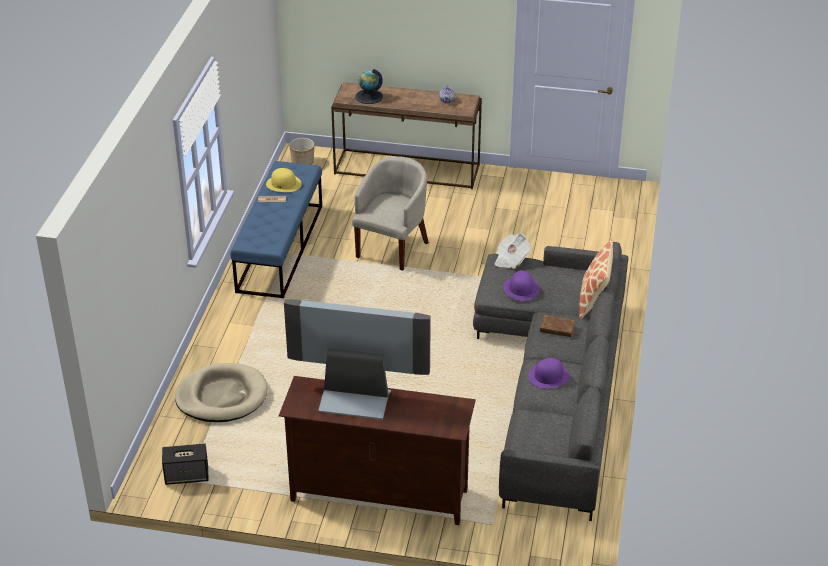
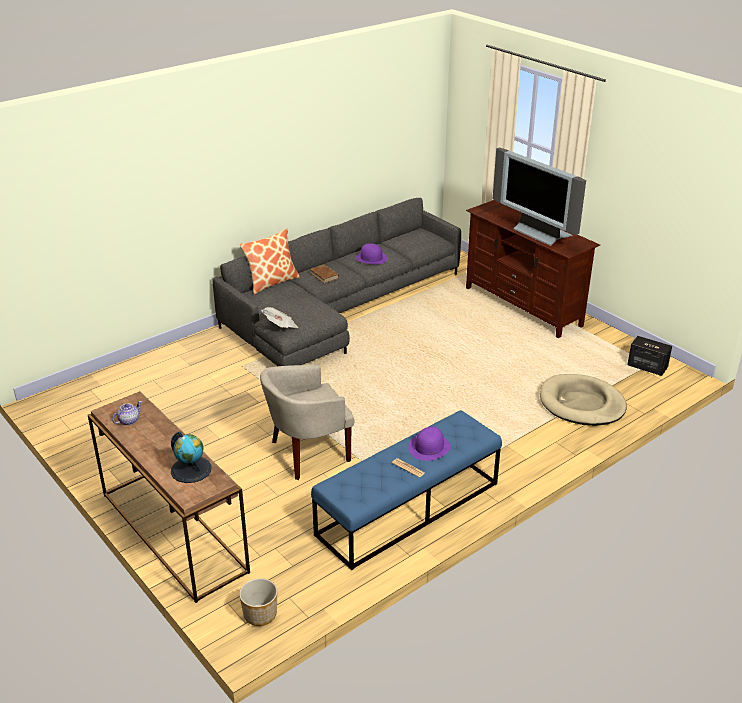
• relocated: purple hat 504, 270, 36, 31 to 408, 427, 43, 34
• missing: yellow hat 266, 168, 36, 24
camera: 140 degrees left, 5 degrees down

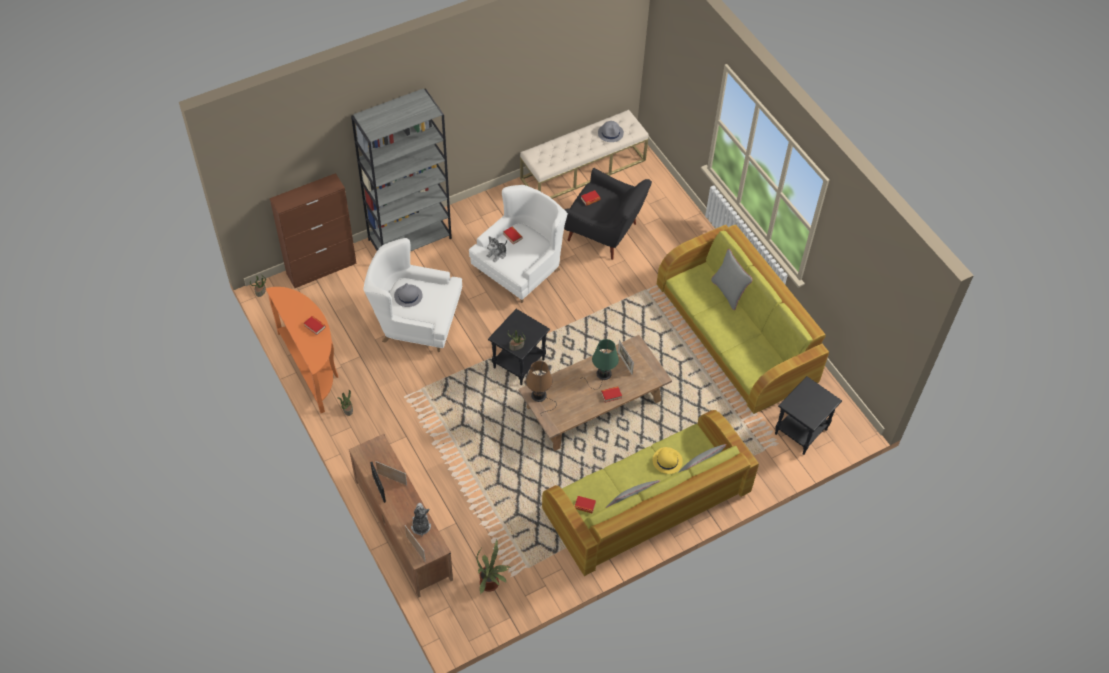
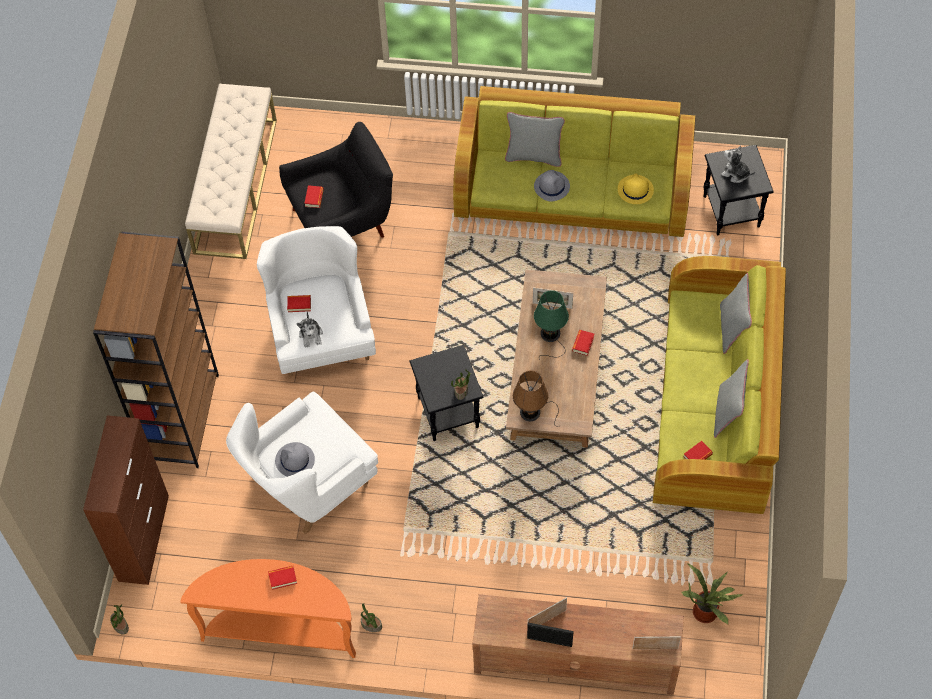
• colour: grey bookcase 351, 88, 101, 163 to brown bookcase 93, 231, 126, 237
• relocated: grey hat 598, 121, 26, 21 to 534, 170, 36, 31
• relocated: yellow hat 652, 447, 31, 27 to 618, 173, 36, 31
• relocated: plush toy 411, 503, 20, 33 to 721, 145, 34, 38
camera: 50 degrees left, 5 degrees up

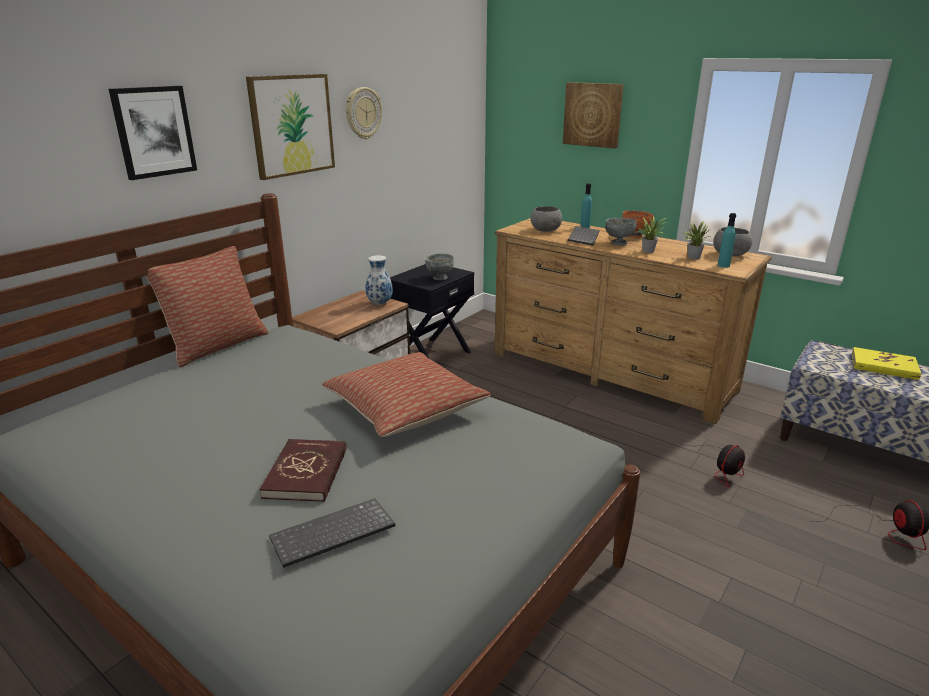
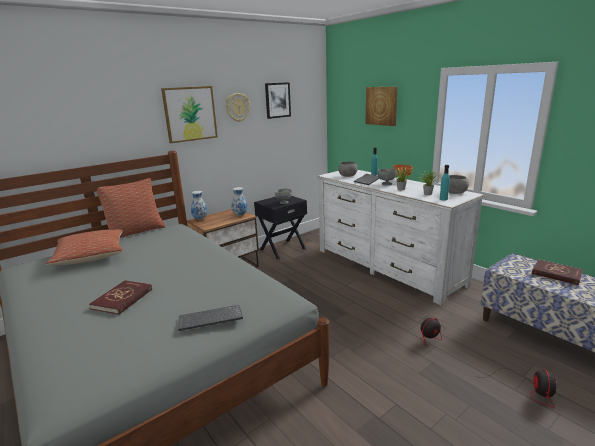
• relocated: pillow 322, 352, 168, 85 to 46, 229, 77, 36
• relocated: keyboard 269, 498, 126, 70 to 178, 305, 65, 26
• appeared: vase 191, 191, 17, 29
• relocated: picture 109, 86, 88, 94 to 265, 82, 26, 37
• colour: brown dresser 494, 218, 278, 206 to white dresser 317, 170, 168, 135
• colour: yellow book 852, 347, 69, 33 to red book 532, 259, 51, 26
camera: 15 degrees right, 5 degrees down

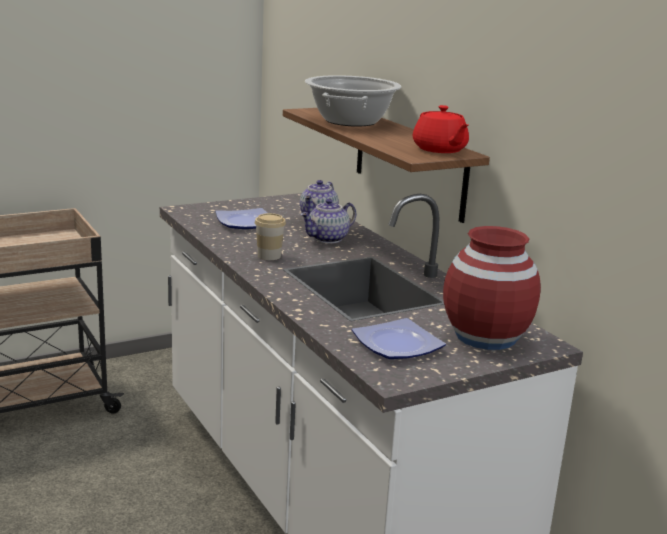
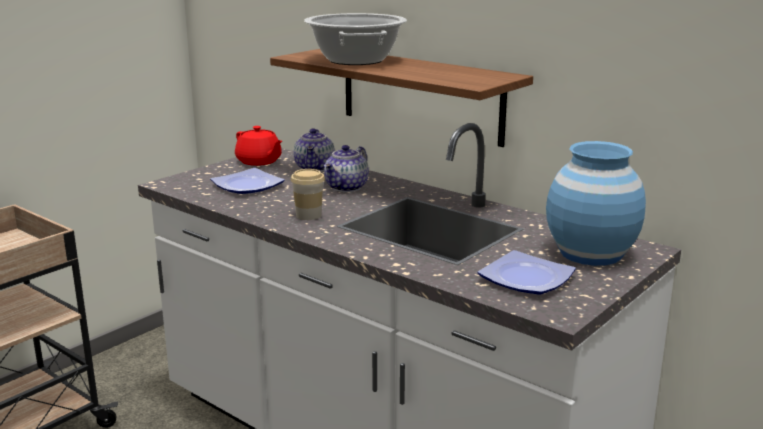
• relocated: red teapot 413, 105, 56, 48 to 235, 126, 47, 40
• colour: red vase 443, 226, 98, 124 to blue vase 546, 141, 100, 125
camera: 20 degrees left, 0 degrees up

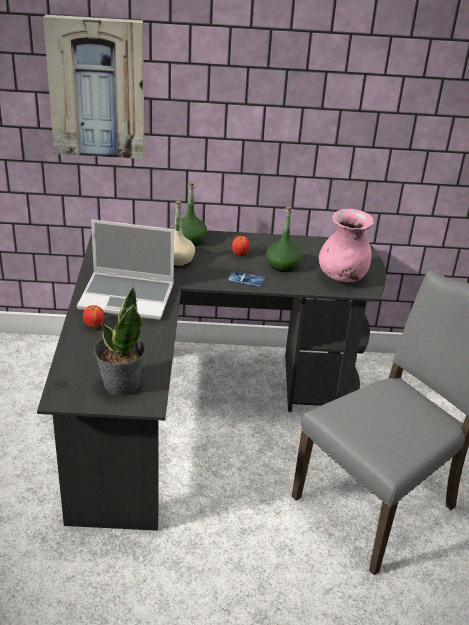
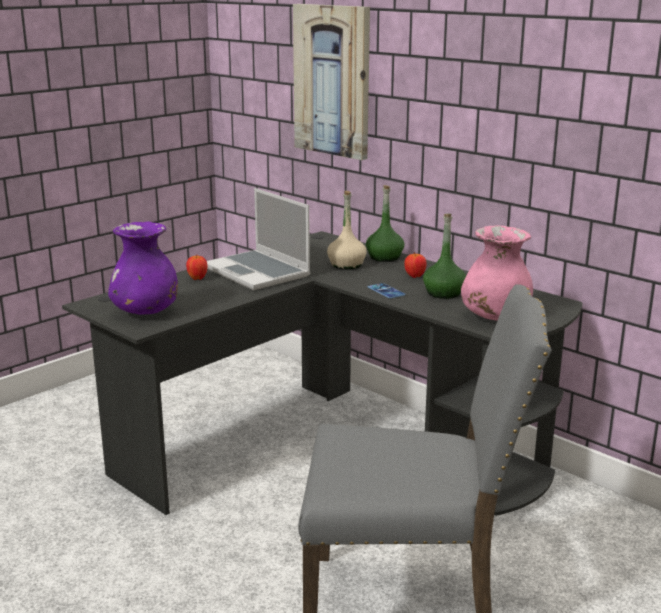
• exchanged: potted plant 94, 286, 52, 110 to purple vase 108, 222, 70, 93
camera: 45 degrees right, 15 degrees down

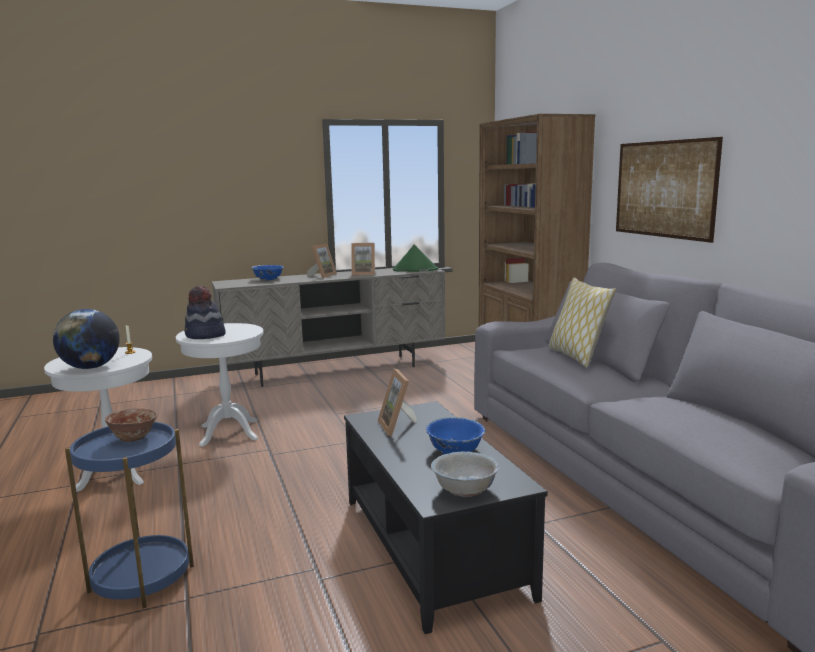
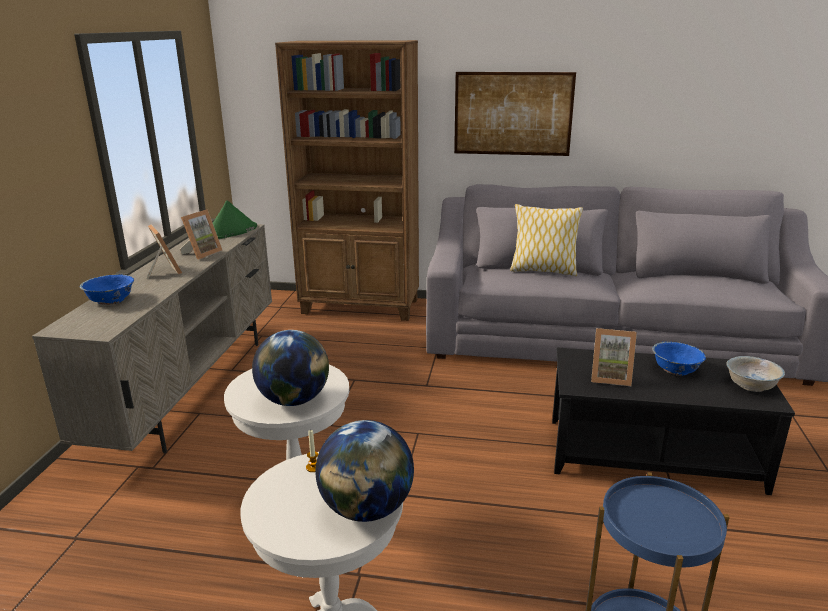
• exchanged: hat 185, 286, 41, 53 to globe 252, 330, 77, 76
• missing: bowl 105, 408, 52, 34
camera: 60 degrees left, 10 degrees up

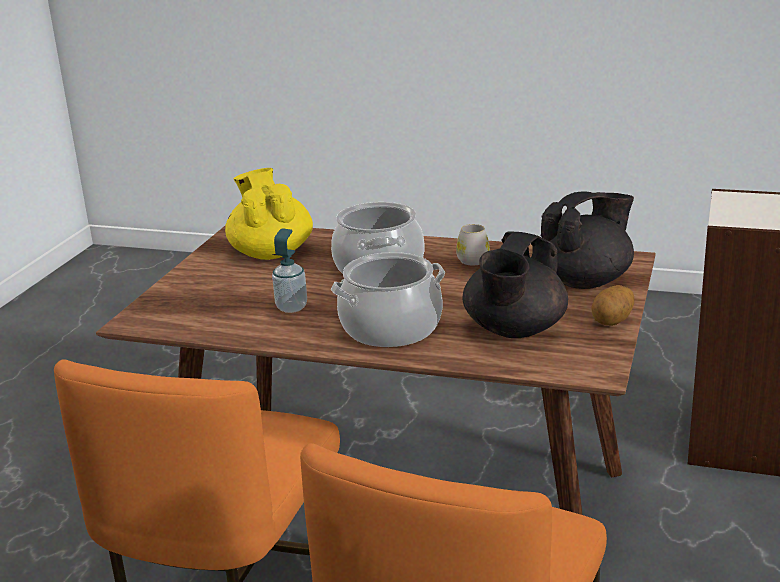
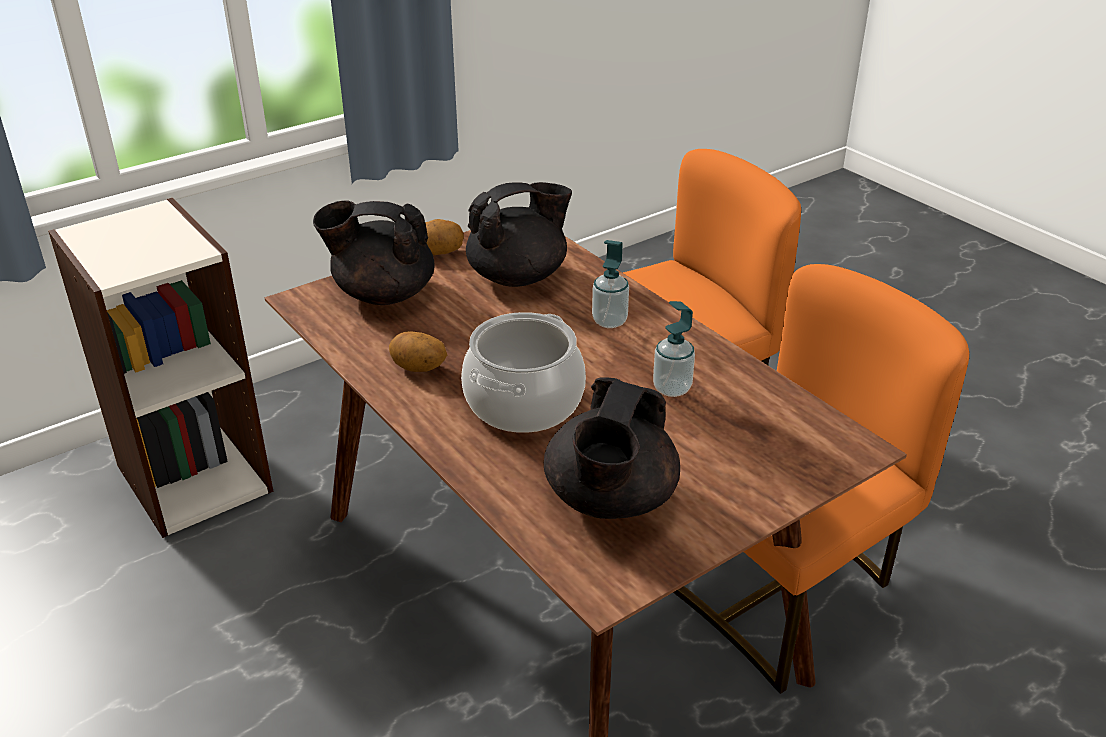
• exchanged: white mug 456, 224, 34, 41 to potato 389, 331, 58, 41
• colour: yellow teapot 225, 168, 88, 92 to black teapot 544, 377, 136, 142
• exchanged: cooking pot 331, 252, 114, 95 to soap dispenser 592, 240, 37, 88
camera: 145 degrees left, 10 degrees up

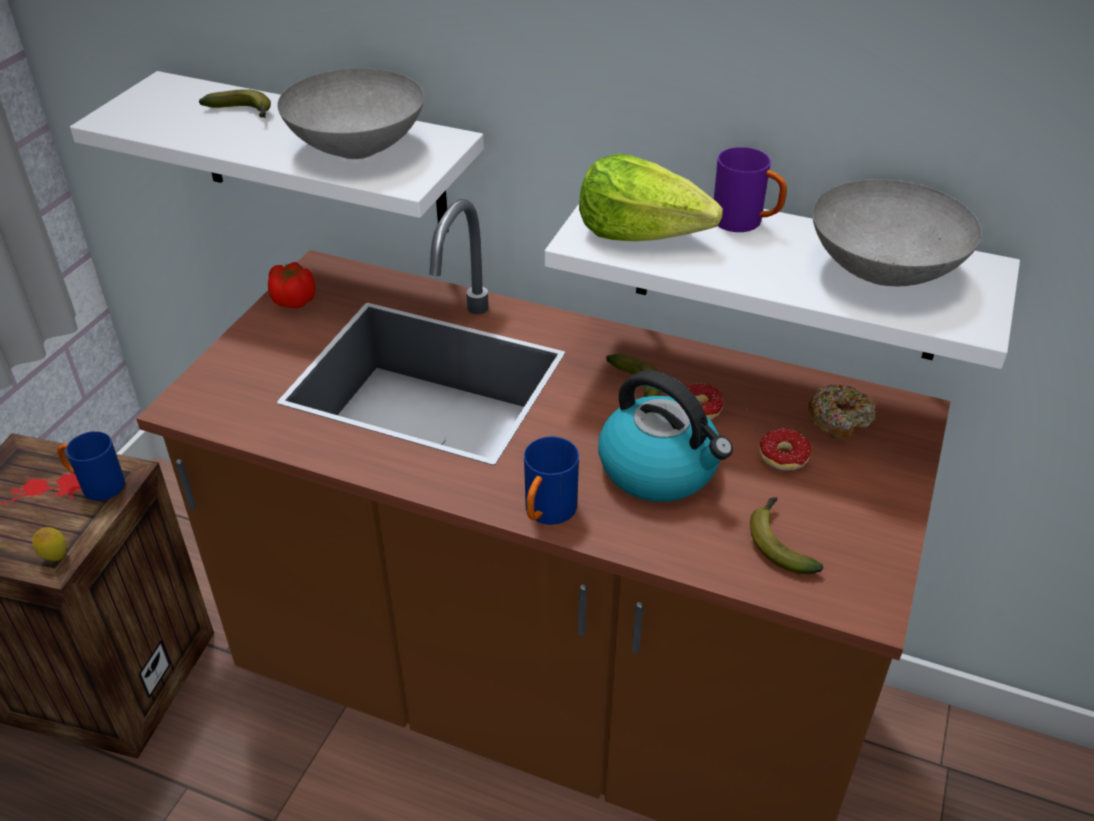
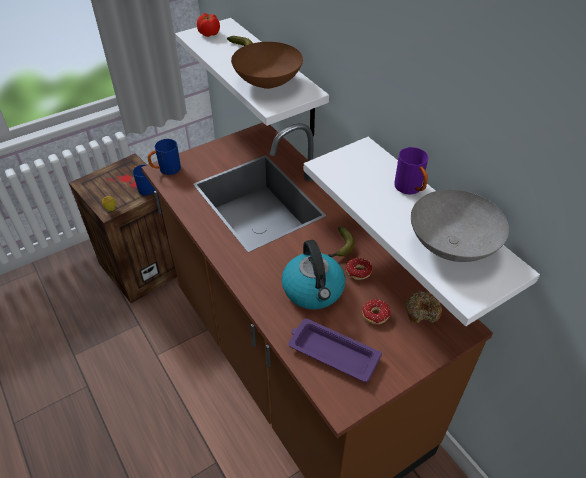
• relocated: blue mug 524, 436, 55, 89 to 148, 139, 33, 36
• relocated: tomato 268, 262, 48, 46 to 197, 13, 23, 24
• colour: grey bowl 277, 68, 147, 91 to brown bowl 231, 42, 72, 47
• exchanged: banana 750, 497, 73, 77 to purple tray 288, 319, 94, 63
• missing: lettuce 579, 153, 144, 88
camera: 35 degrees right, 5 degrees up

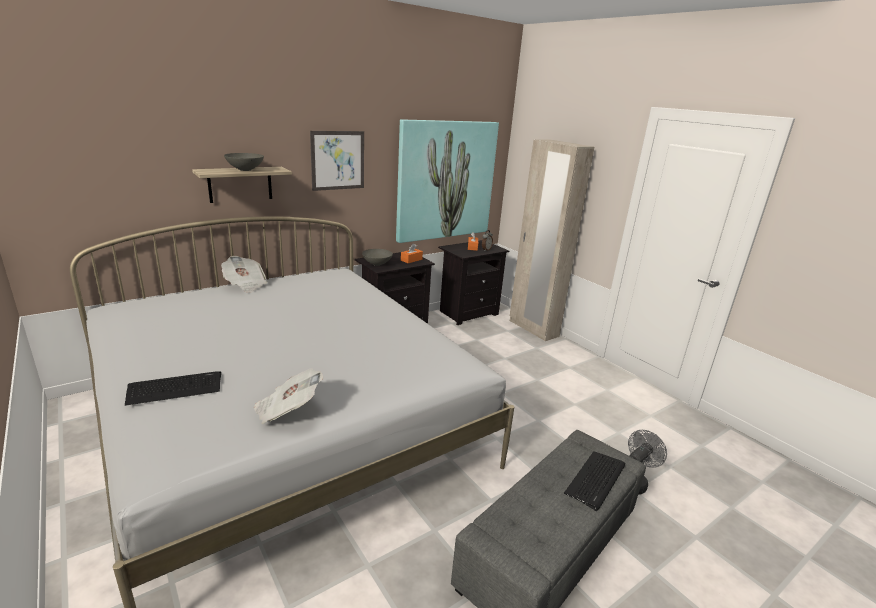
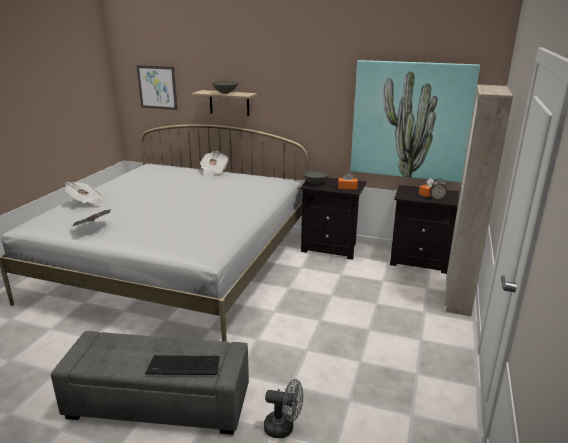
• exchanged: keyboard 125, 371, 96, 35 to newspaper 65, 182, 39, 24
• relocated: picture 310, 131, 54, 60 to 136, 65, 42, 45
camera: 55 degrees right, 0 degrees up

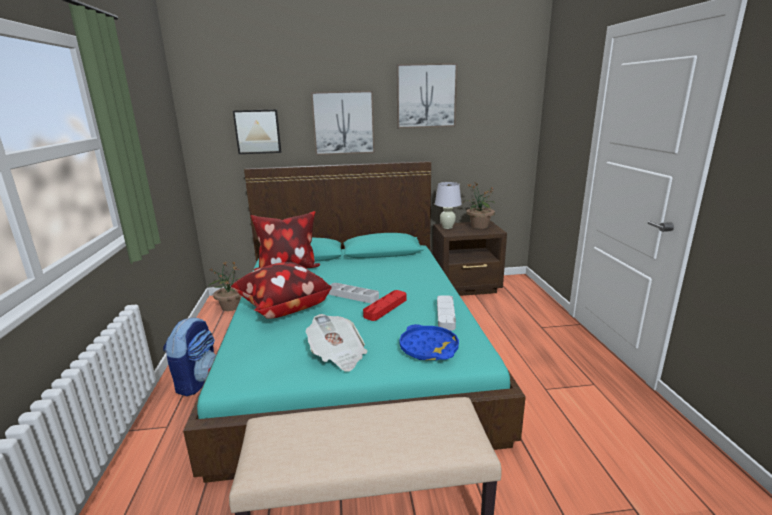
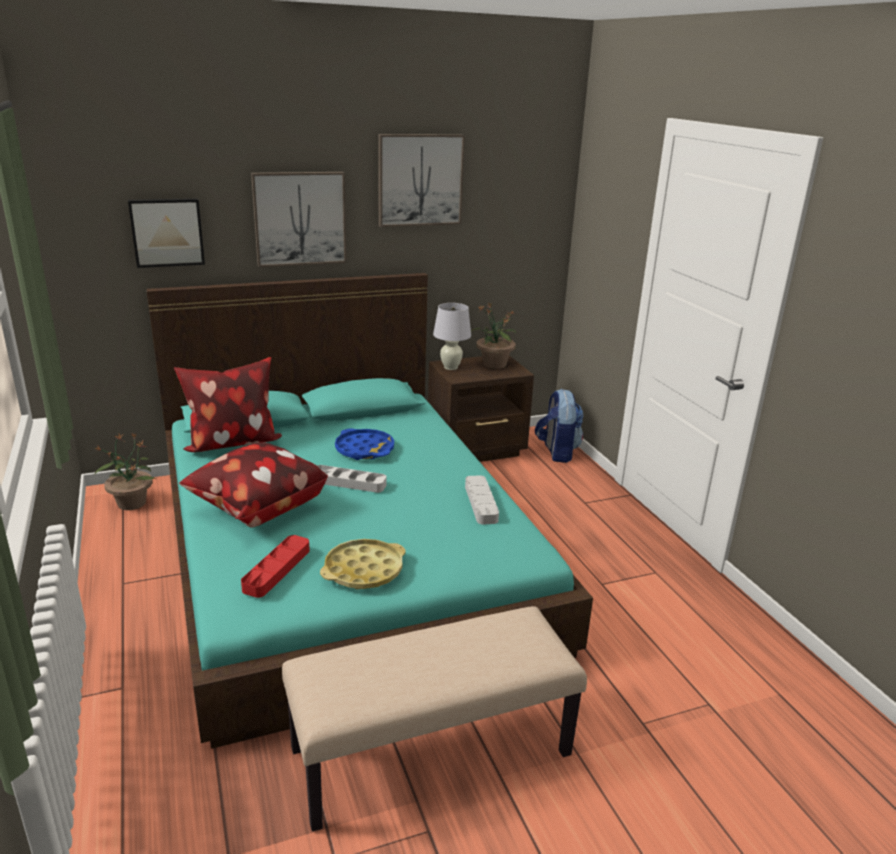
• relocated: red tray 363, 290, 43, 31 to 241, 535, 69, 63
• exchanged: newspaper 306, 314, 62, 58 to yellow tray 320, 539, 85, 50
• relocated: blue tray 399, 324, 60, 36 to 335, 428, 59, 32
• relocated: backpack 163, 317, 53, 79 to 535, 389, 48, 74
camera: 15 degrees left, 5 degrees up

